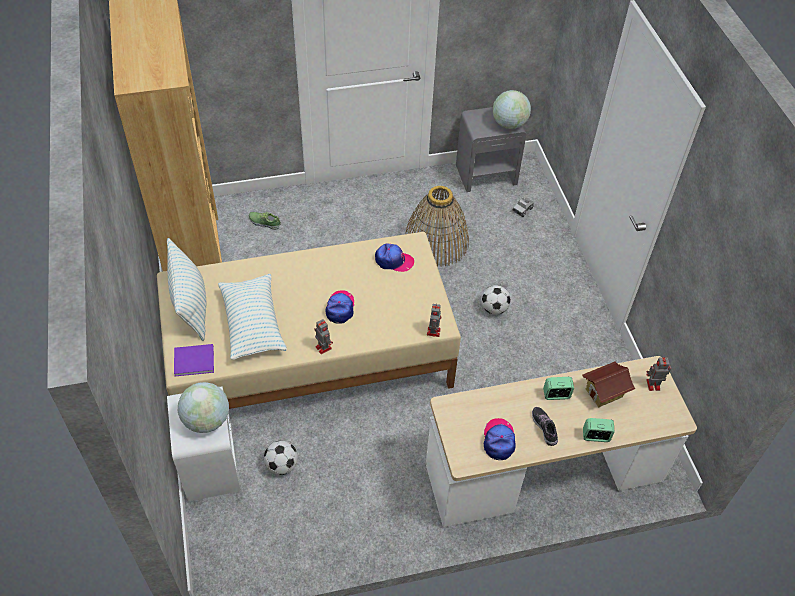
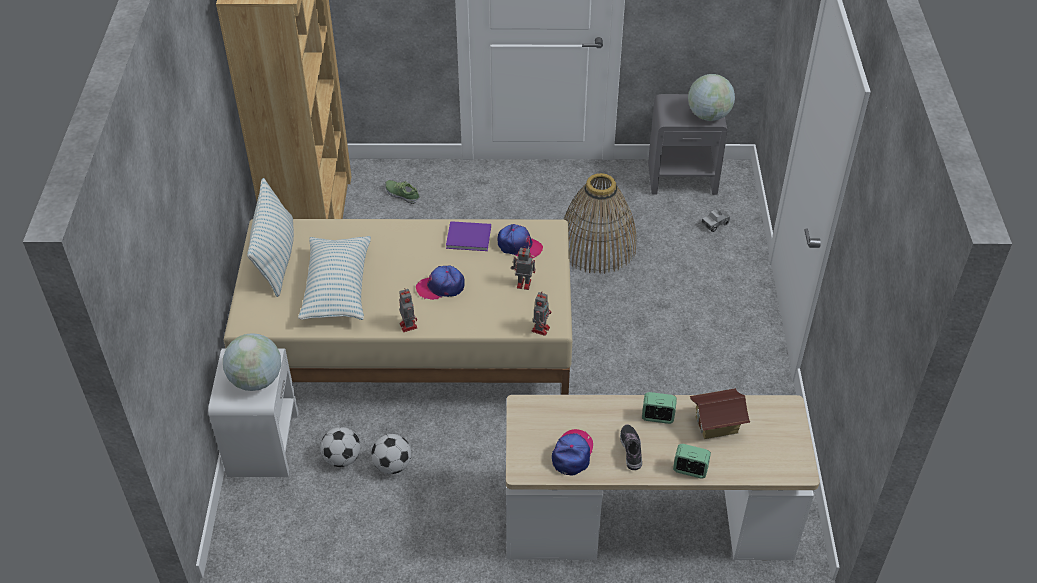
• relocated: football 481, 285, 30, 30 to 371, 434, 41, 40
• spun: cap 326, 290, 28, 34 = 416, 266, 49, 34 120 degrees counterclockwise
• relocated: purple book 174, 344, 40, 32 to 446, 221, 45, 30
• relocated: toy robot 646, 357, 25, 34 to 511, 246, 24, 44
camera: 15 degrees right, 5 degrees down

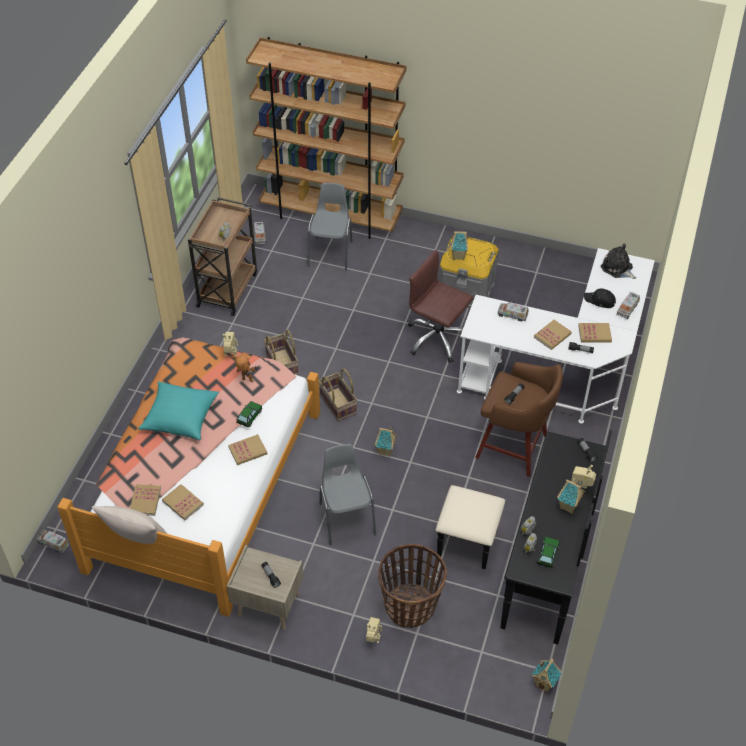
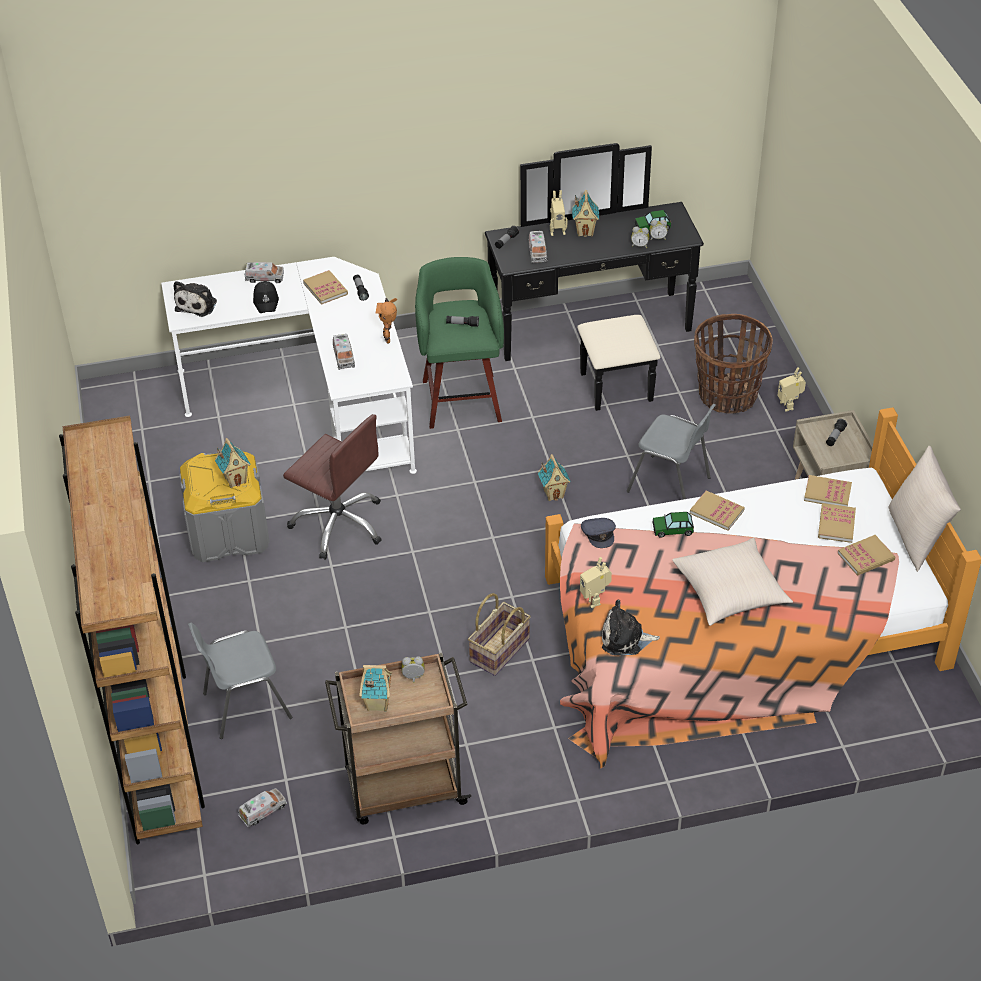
• spun: brown office chair 408, 250, 65, 113 = 283, 414, 99, 146 60 degrees counterclockwise
• relocated: toy house 532, 658, 29, 34 to 359, 665, 34, 47
• relocated: toy robot 230, 353, 28, 30 to 376, 298, 21, 46
• colour: brown stool 475, 362, 88, 115 to green stool 415, 257, 89, 172
• relocated: toy truck 37, 530, 33, 23 to 529, 231, 18, 32
• appeared: grey cap 581, 518, 35, 30
• appeared: plush toy 602, 600, 58, 55
• spun: grey chair 319, 444, 57, 102 = 627, 404, 89, 96 105 degrees counterclockwise
• colour: turquoise pillow 138, 381, 81, 59 to beige pillow 672, 537, 121, 89
• relocated: book 534, 320, 38, 30 to 804, 475, 48, 32
• missing: basket 319, 368, 38, 54
camera: 120 degrees left, 5 degrees down

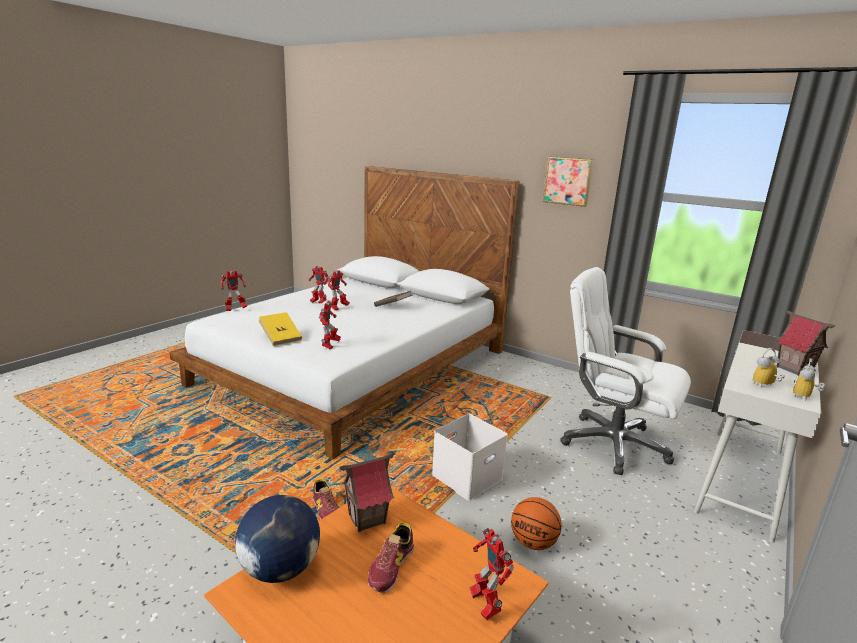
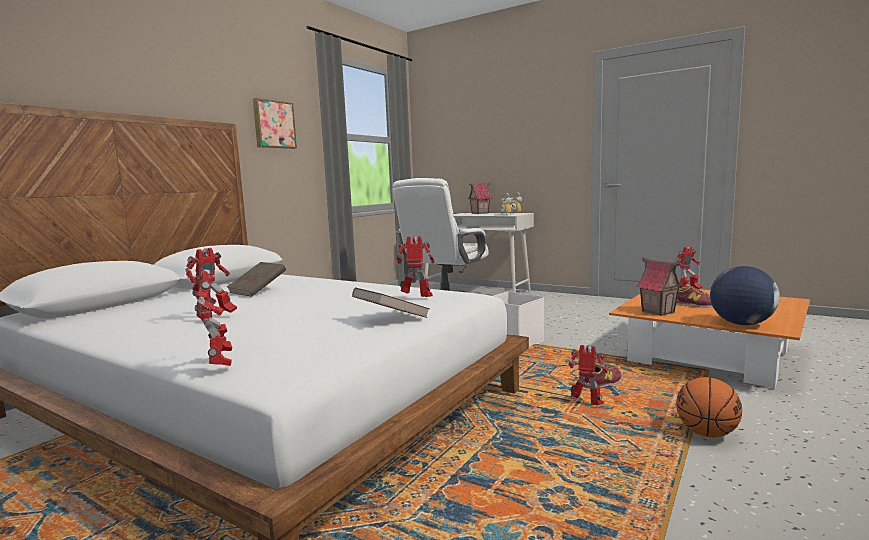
• colour: yellow book 259, 312, 43, 34 to brown book 352, 287, 78, 31
• relocated: toy robot 327, 270, 23, 40 to 568, 345, 40, 60
• relocated: basketball 511, 497, 51, 53 to 676, 377, 66, 60
camera: 90 degrees left, 10 degrees down

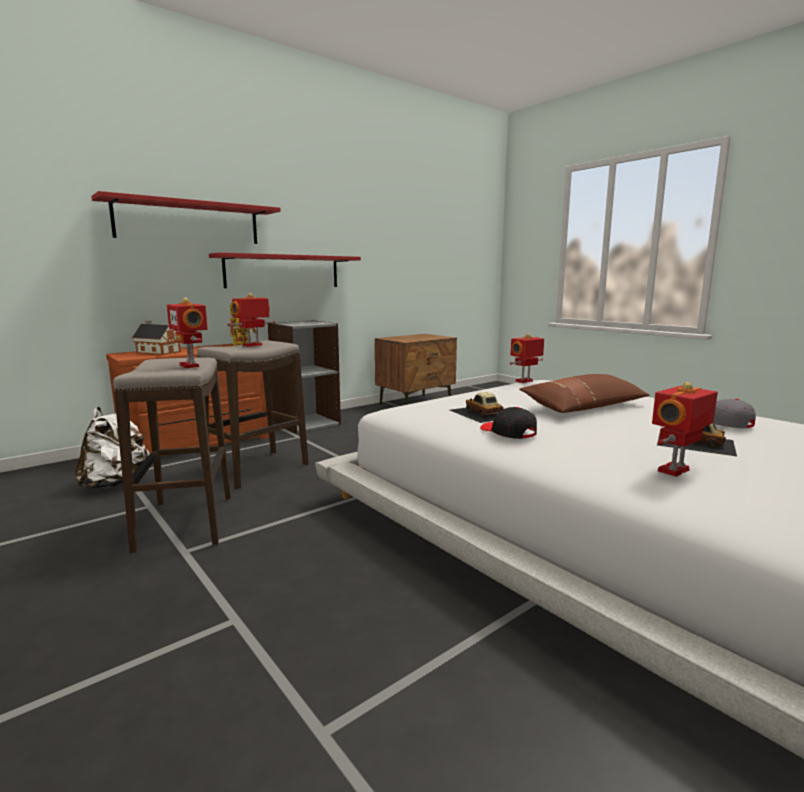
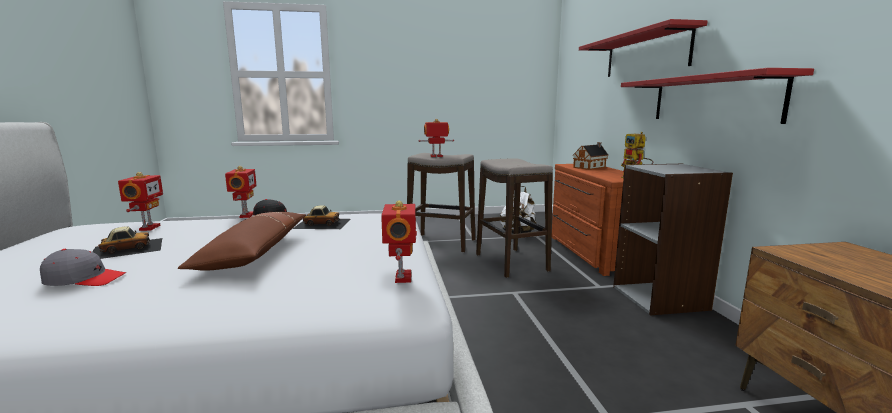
• relocated: toy robot 227, 293, 49, 54 to 225, 166, 32, 52
camera: 120 degrees right, 0 degrees up

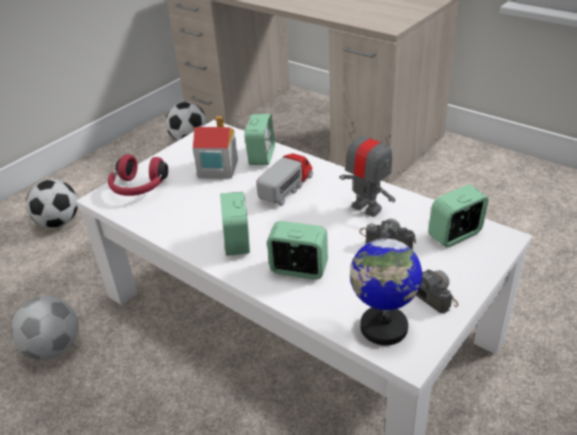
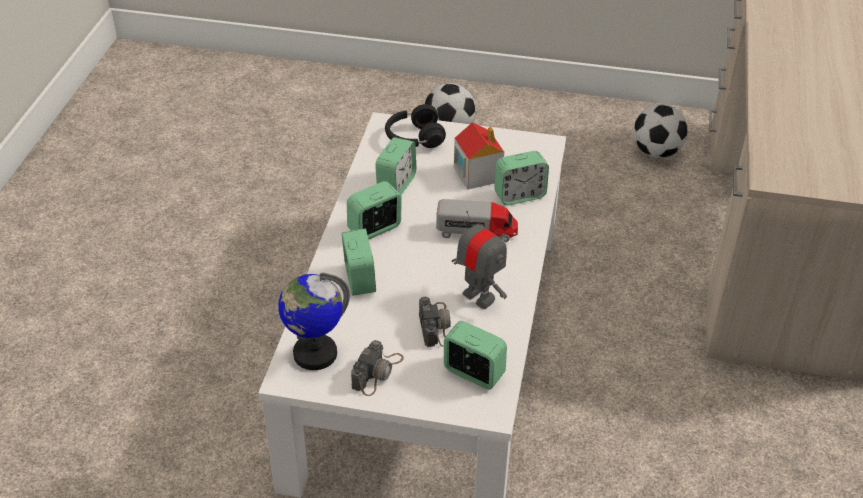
• appeared: alarm clock 375, 137, 41, 58
• colour: red headphones 108, 155, 60, 41 to black headphones 385, 104, 61, 44
• spun: toy robot 339, 122, 56, 95 = 452, 211, 55, 98 60 degrees counterclockwise
• missing: football 11, 296, 67, 64
camera: 60 degrees right, 5 degrees up

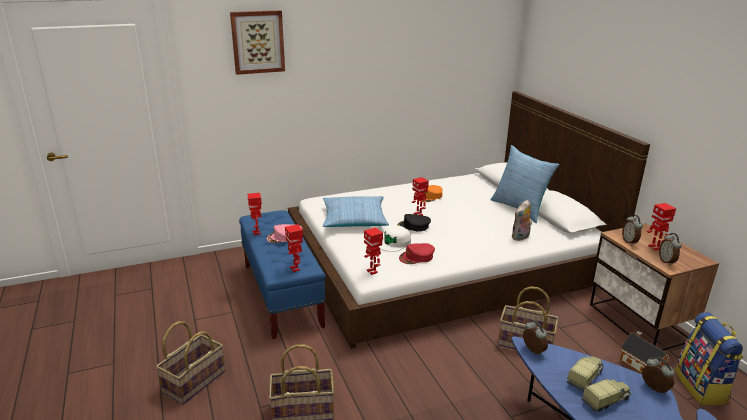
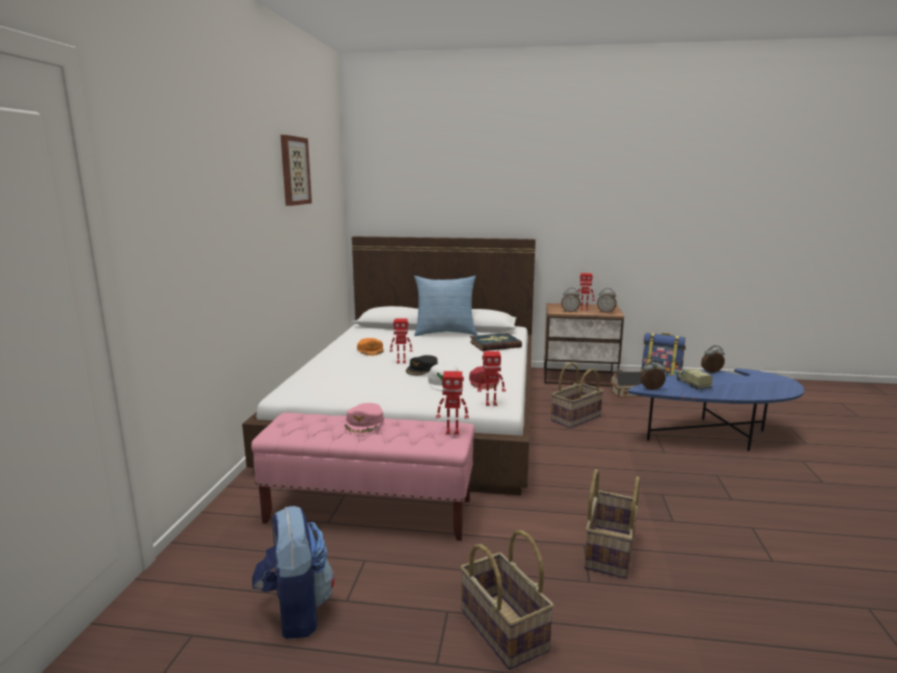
• colour: blue bench 239, 210, 87, 129 to pink bench 251, 413, 224, 128
• appeared: backpack 252, 506, 82, 133
• relocated: picture 230, 10, 55, 65 to 281, 135, 31, 71
• exchanged: plush toy 511, 200, 21, 41 to book 470, 333, 52, 18
• missing: toy robot 248, 193, 14, 42
• missing: pillow 323, 196, 66, 31
• missing: toy truck 582, 379, 49, 33
camera: 60 degrees left, 10 degrees down

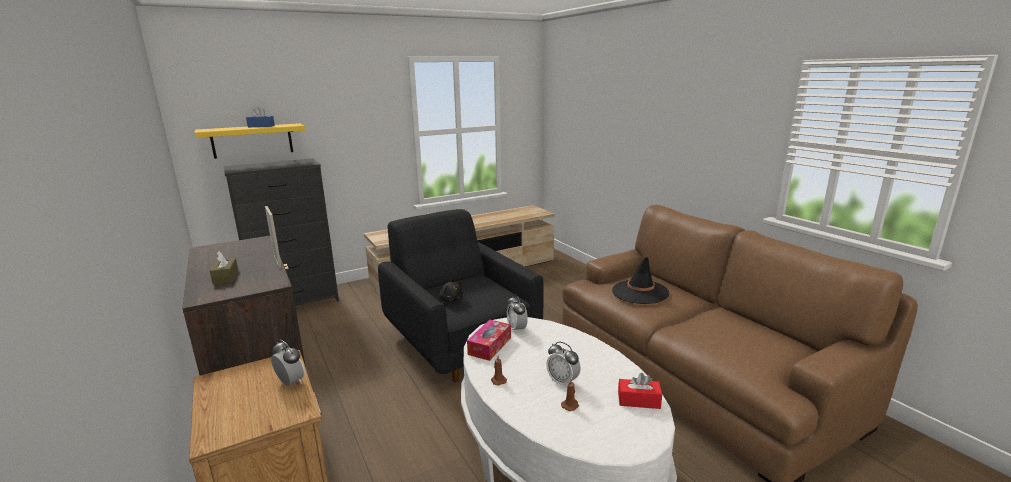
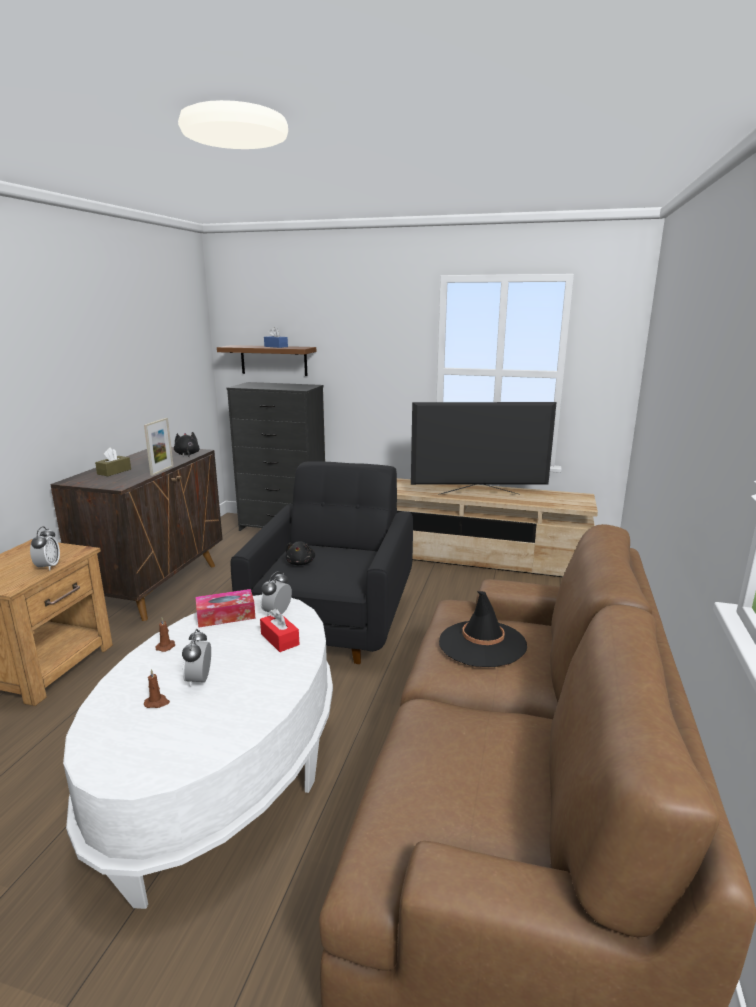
• appeared: black plush toy 174, 432, 26, 25
• colour: yellow shelf 194, 123, 111, 36 to brown shelf 217, 345, 99, 31
• relocated: red tissue box 618, 373, 44, 36 to 260, 608, 40, 44
• appeared: television 411, 402, 146, 93
camera: 45 degrees right, 0 degrees up

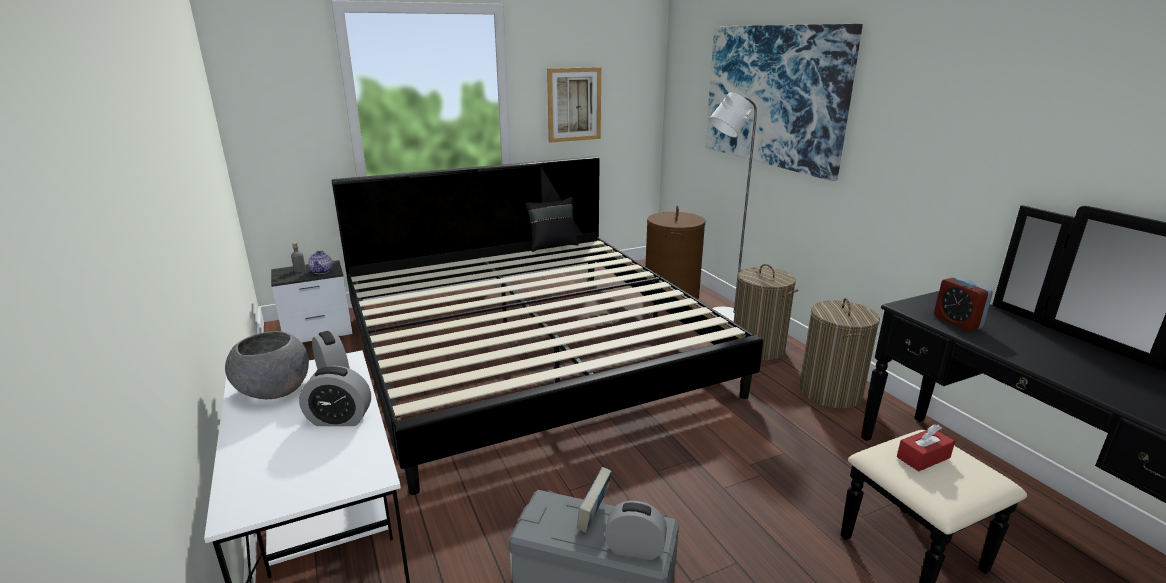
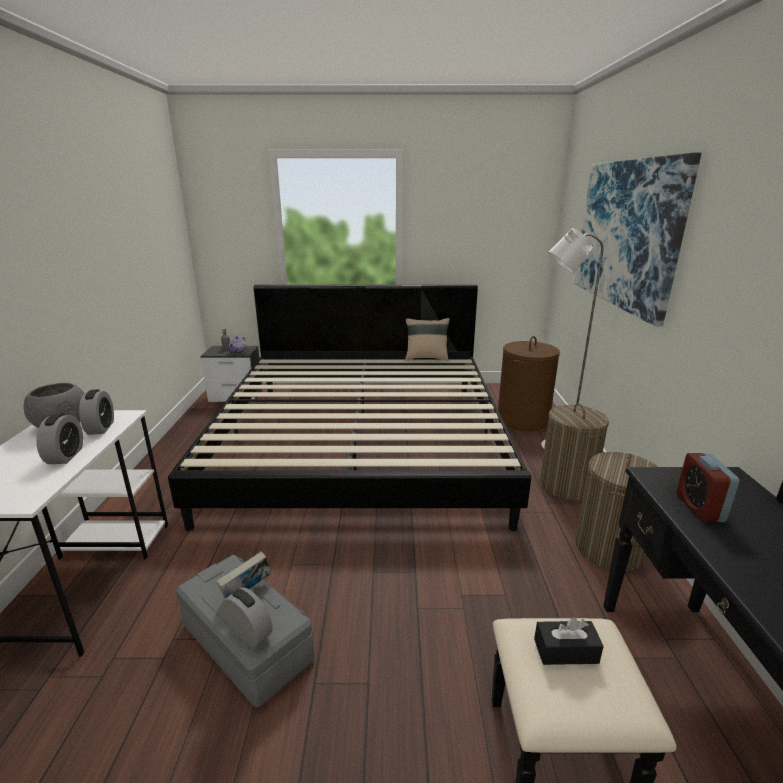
• spun: alarm clock 299, 366, 72, 60 = 36, 413, 47, 51 120 degrees counterclockwise
• colour: black pillow 525, 197, 54, 55 to beige pillow 405, 318, 45, 43
• colour: red tissue box 897, 424, 58, 48 to black tissue box 534, 617, 70, 48
• missing: picture 547, 67, 54, 76
camera: 25 degrees right, 0 degrees up

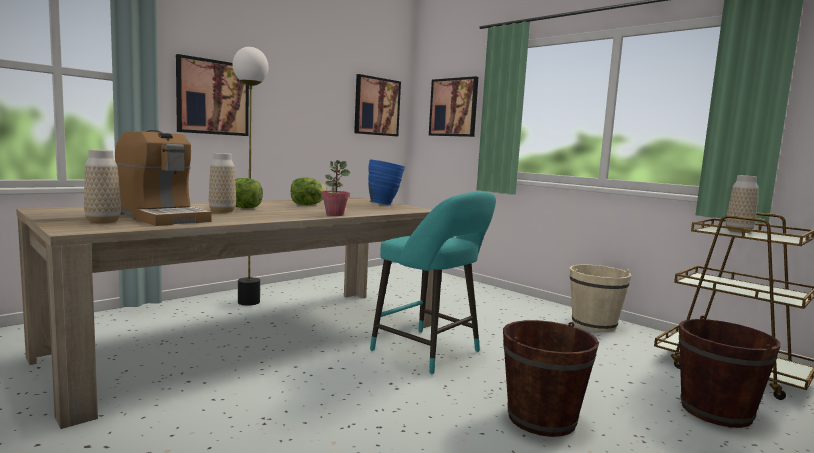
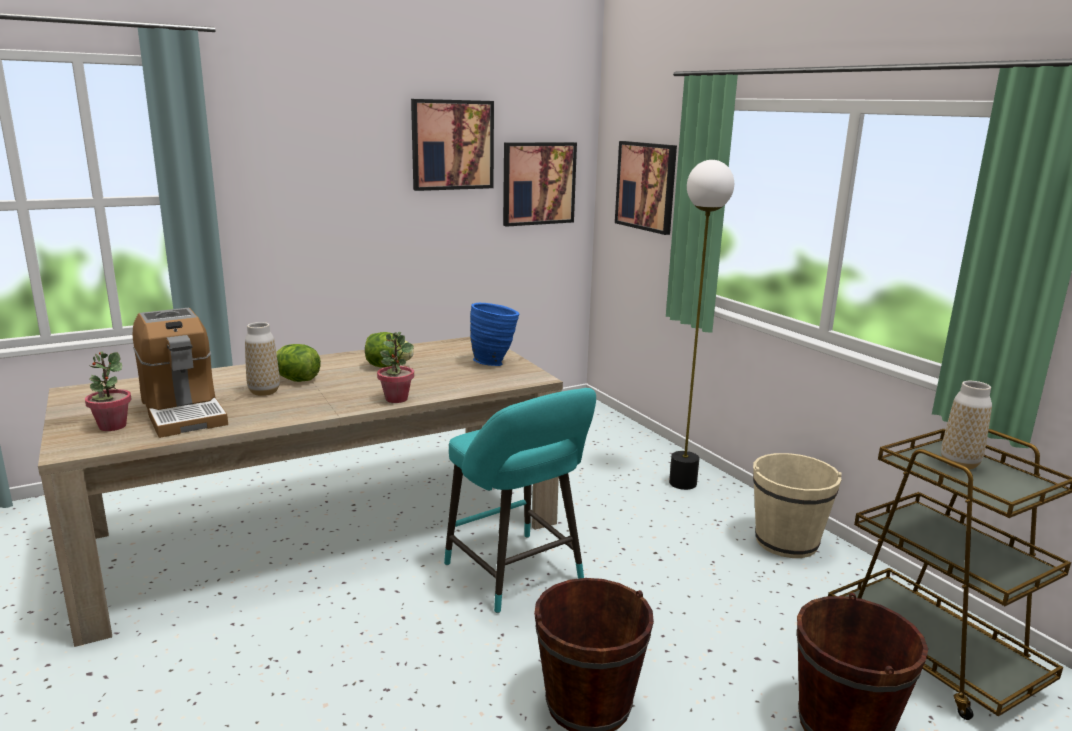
• exchanged: vase 84, 150, 37, 74 to potted plant 85, 351, 47, 80
• relocated: picture 176, 54, 73, 82 to 411, 99, 83, 92
• relocated: floor lamp 233, 47, 35, 259 to 669, 160, 65, 330
camera: 15 degrees right, 10 degrees up

